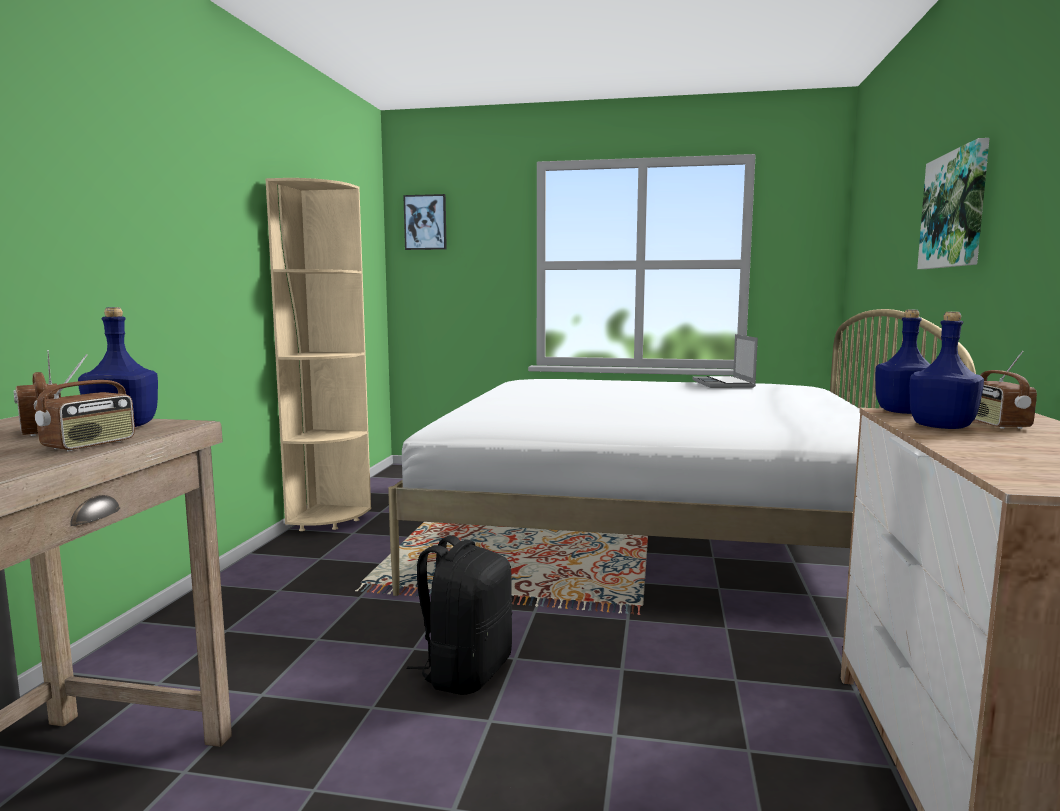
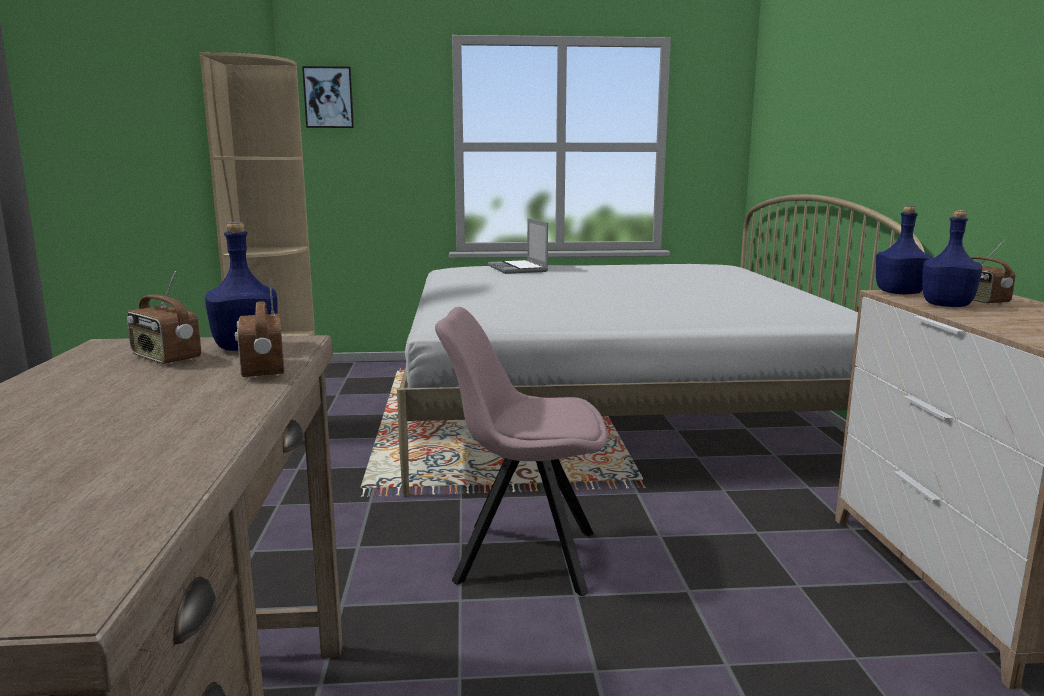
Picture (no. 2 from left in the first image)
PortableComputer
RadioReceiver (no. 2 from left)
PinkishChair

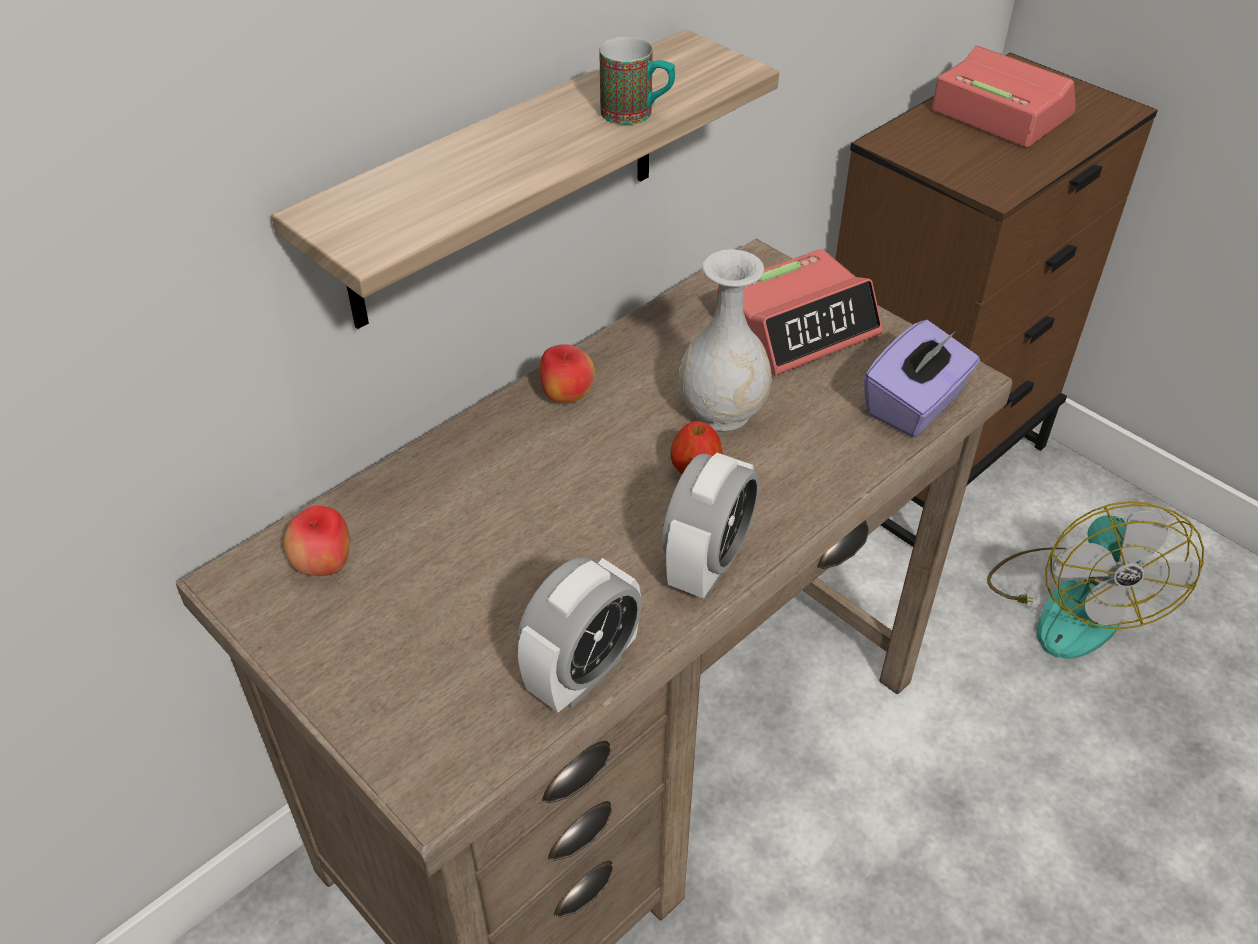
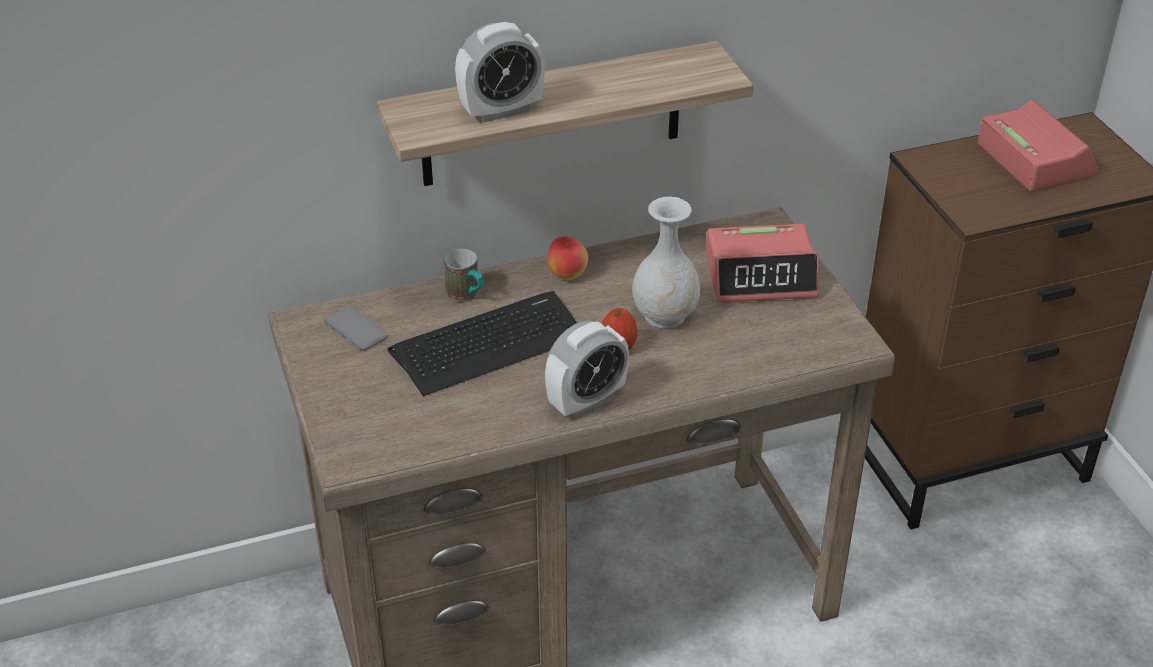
Mug
PurplishTissueHolder
Fan
Handset
AlarmClock (no. 1 from left)
ComputerKeyboard

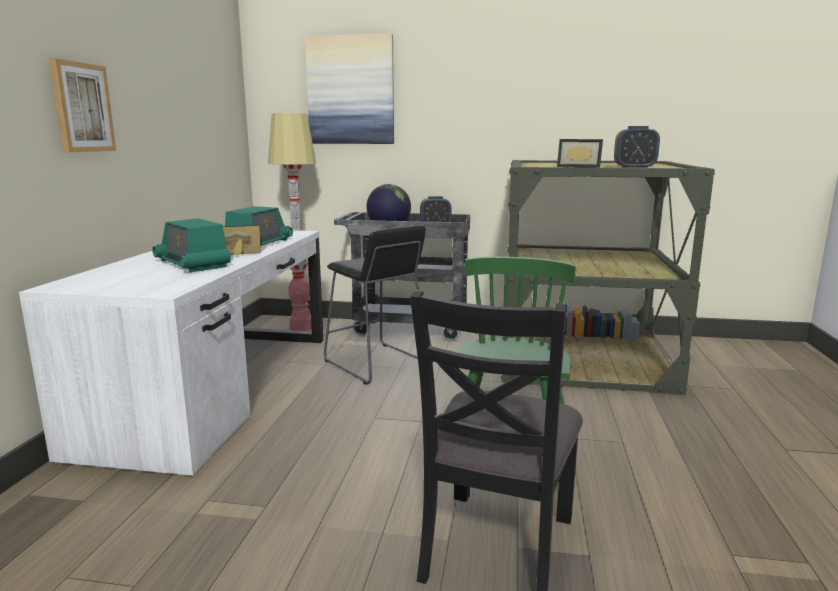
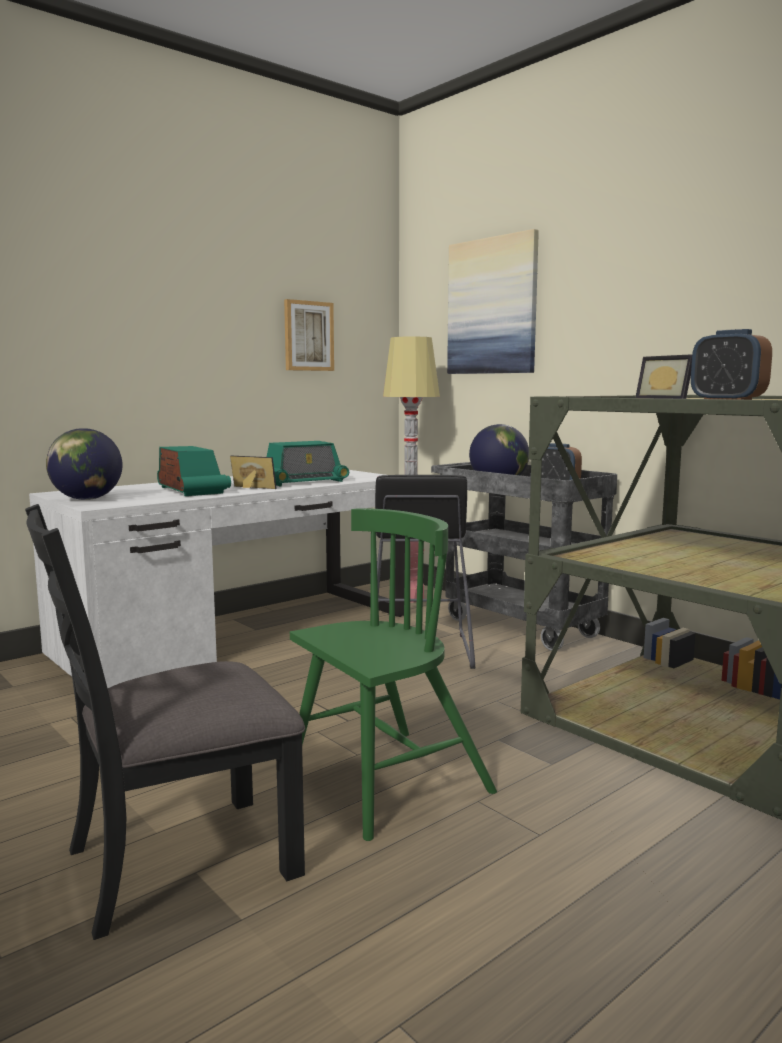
Picture (no. 1 from left)
RadioReceiver (no. 1 from left)
WorldGlobe (no. 1 from left)

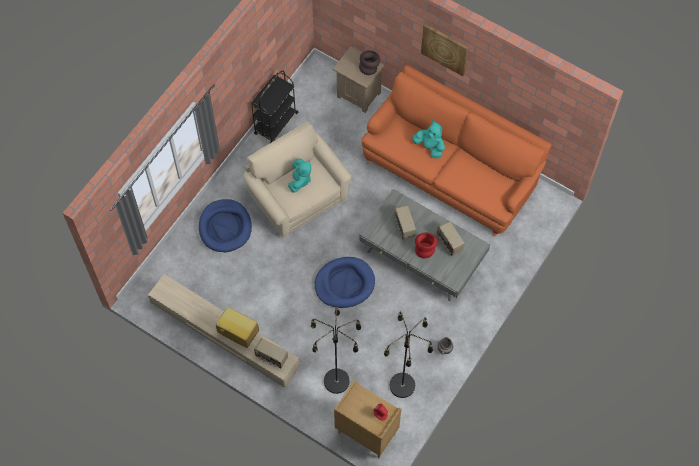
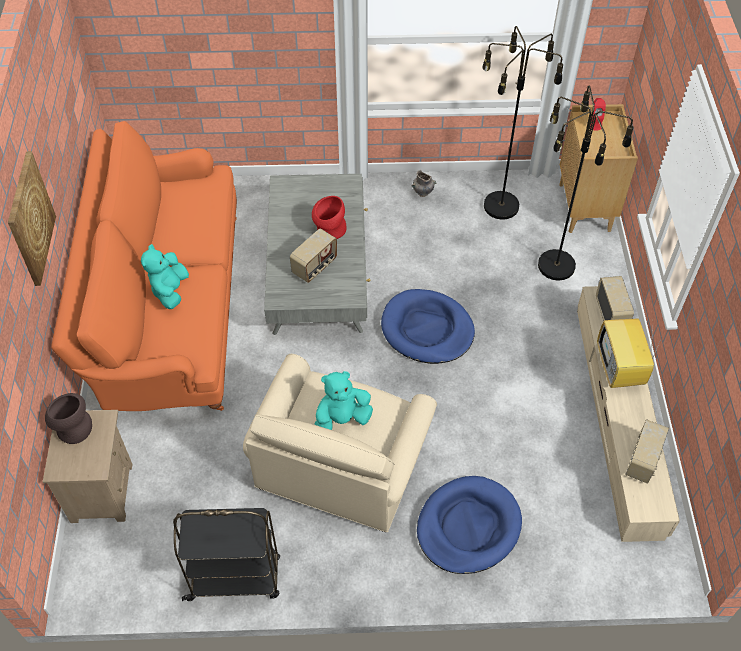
RadioReceiver (no. 3 from left)

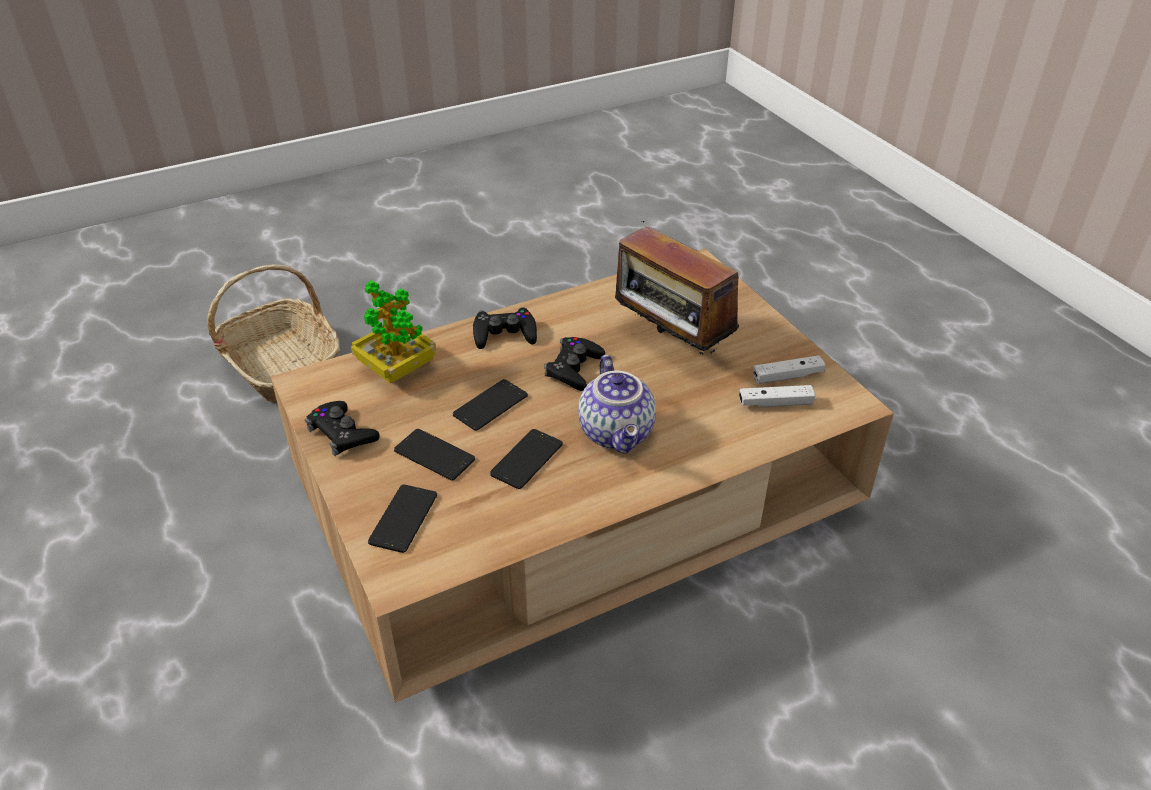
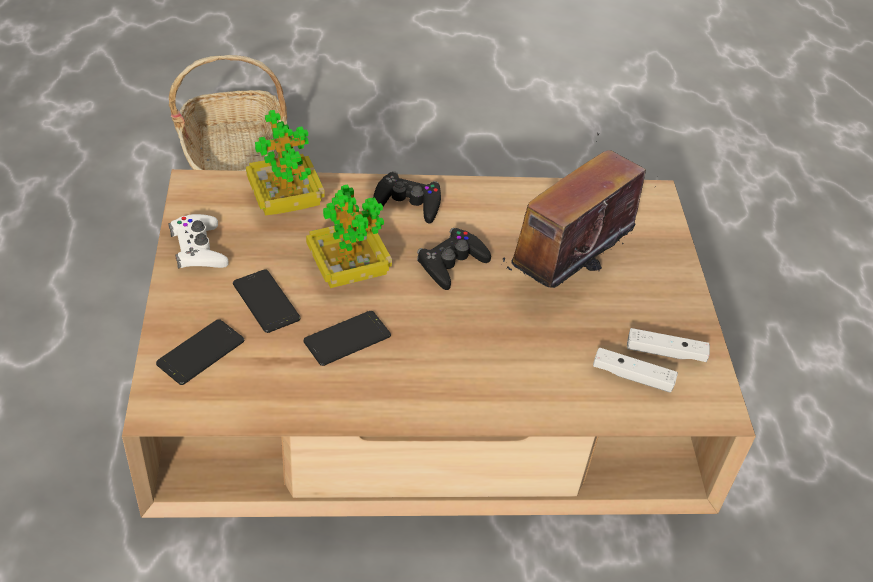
RadioReceiver
TeaPot
Houseplant (no. 2 from left)
WhitishGamepad (no. 1 from left)

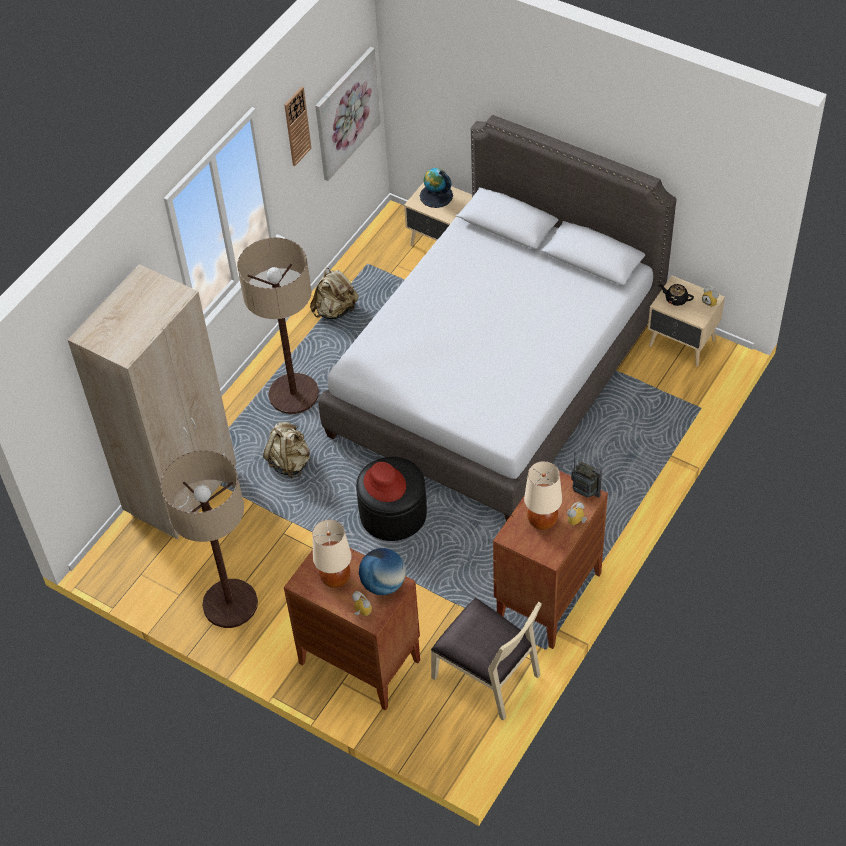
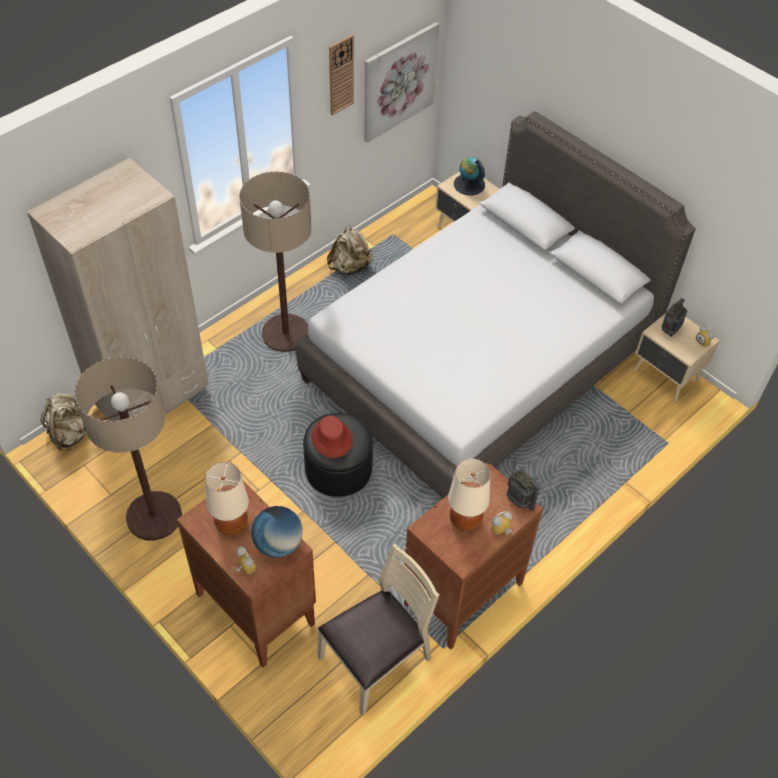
RadioReceiver (no. 2 from left)
SandColouredKnapsack (no. 1 from left)
SandColouredChair

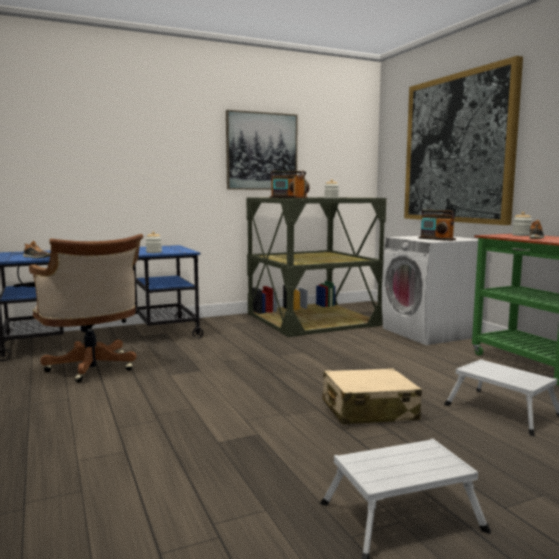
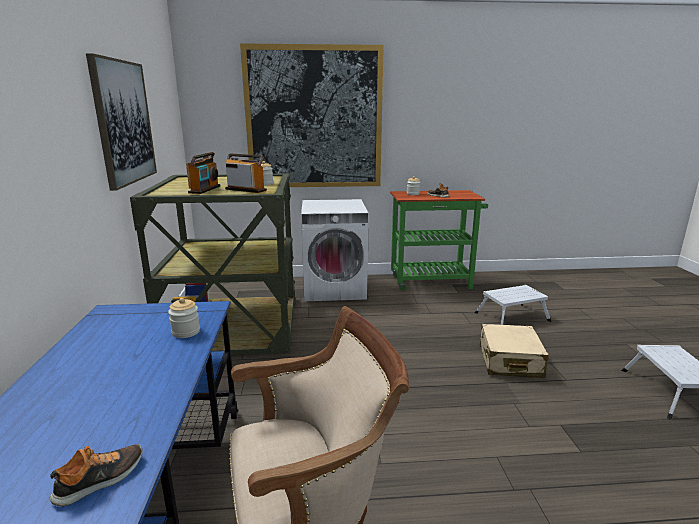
RadioReceiver (no. 3 from left in the first image)

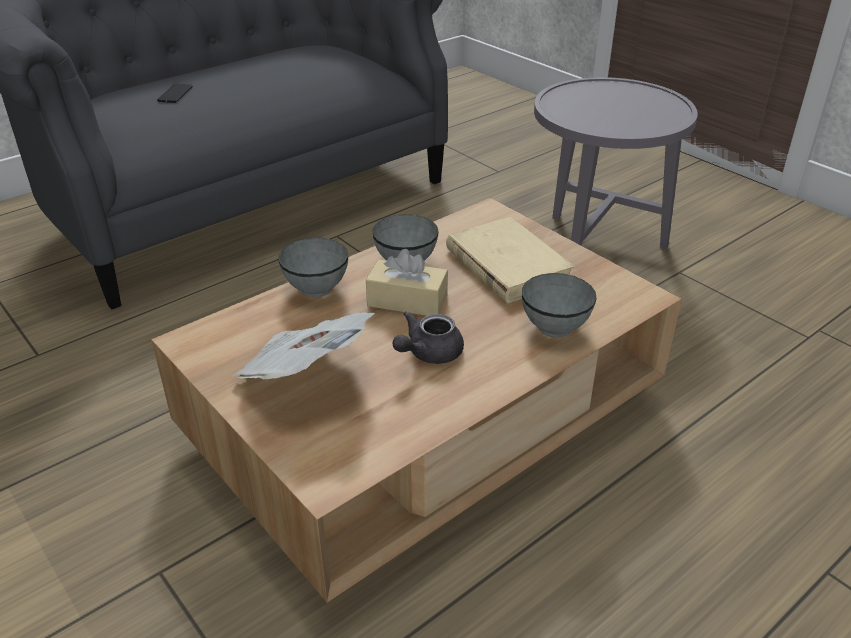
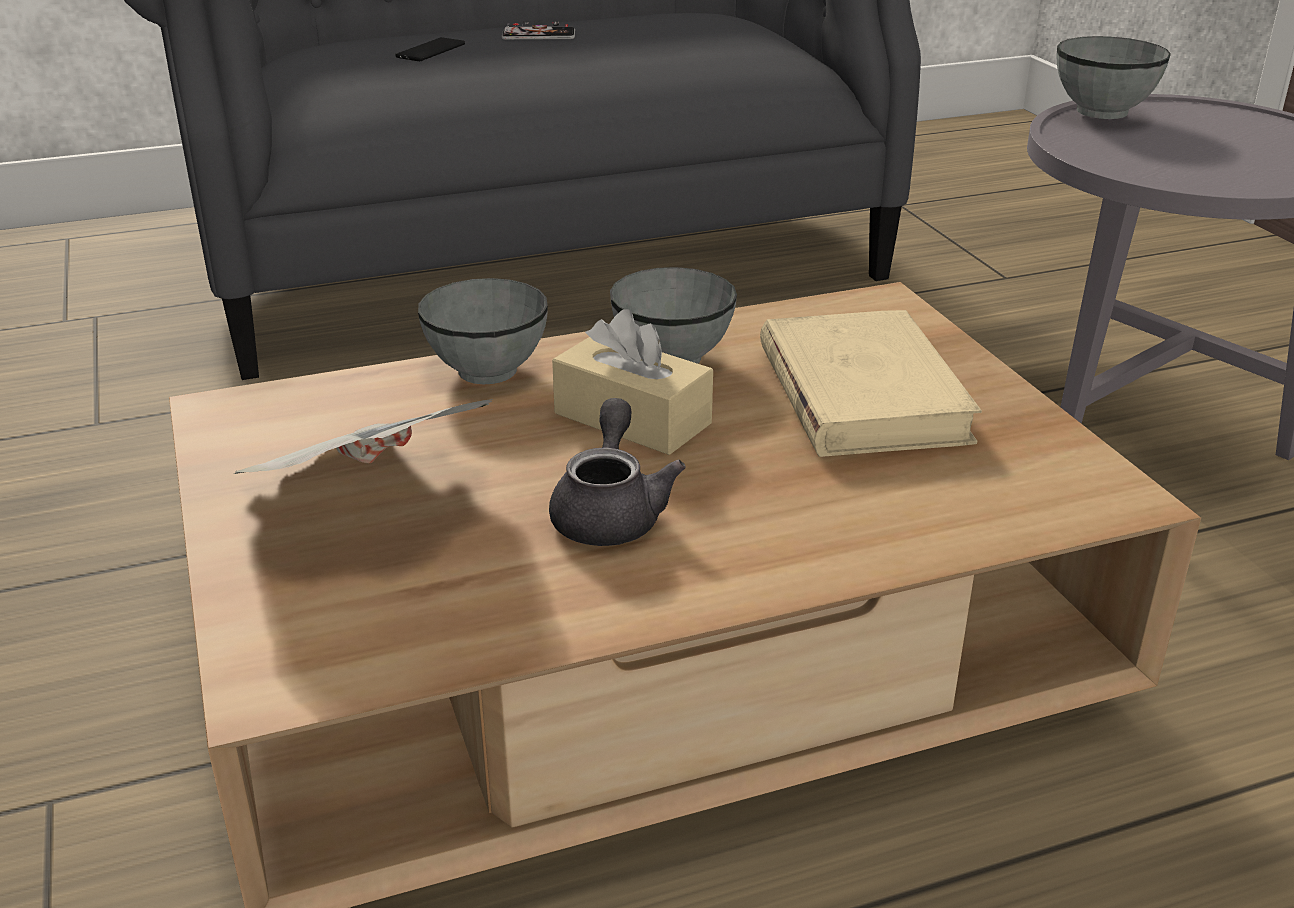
GrayDeepDish (no. 3 from left)
GrayTeaPot
Handset (no. 2 from left)

